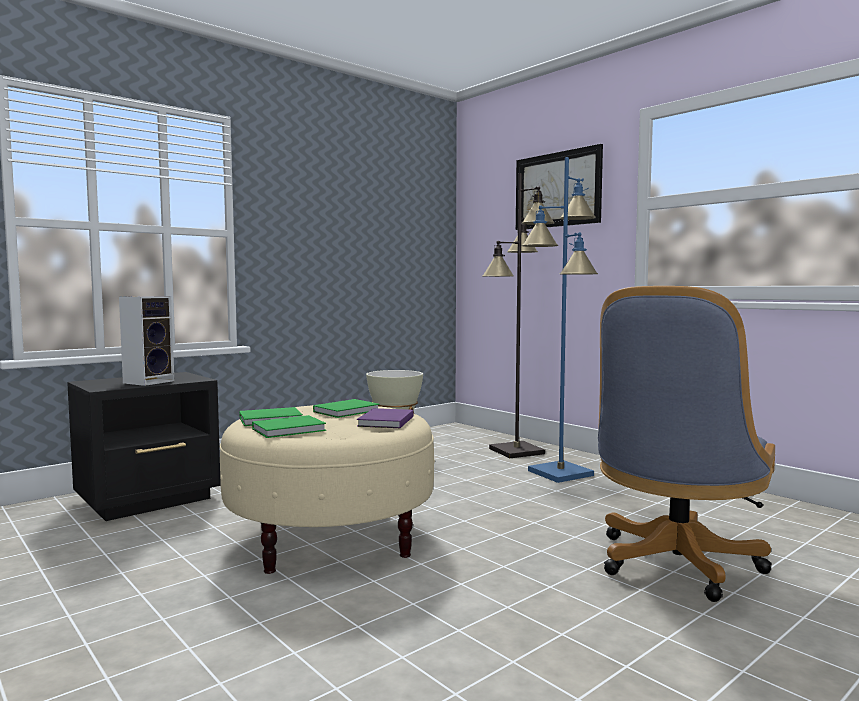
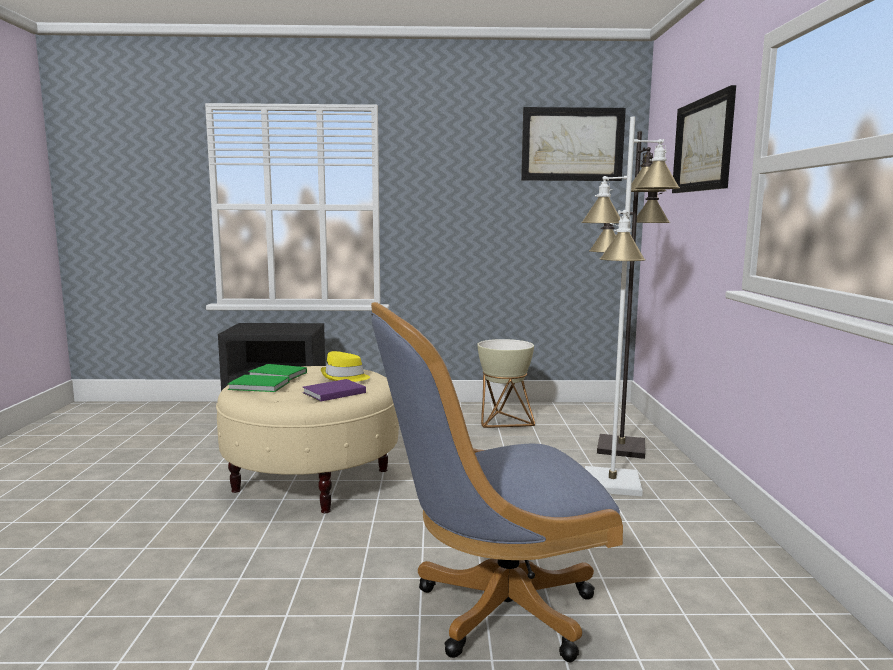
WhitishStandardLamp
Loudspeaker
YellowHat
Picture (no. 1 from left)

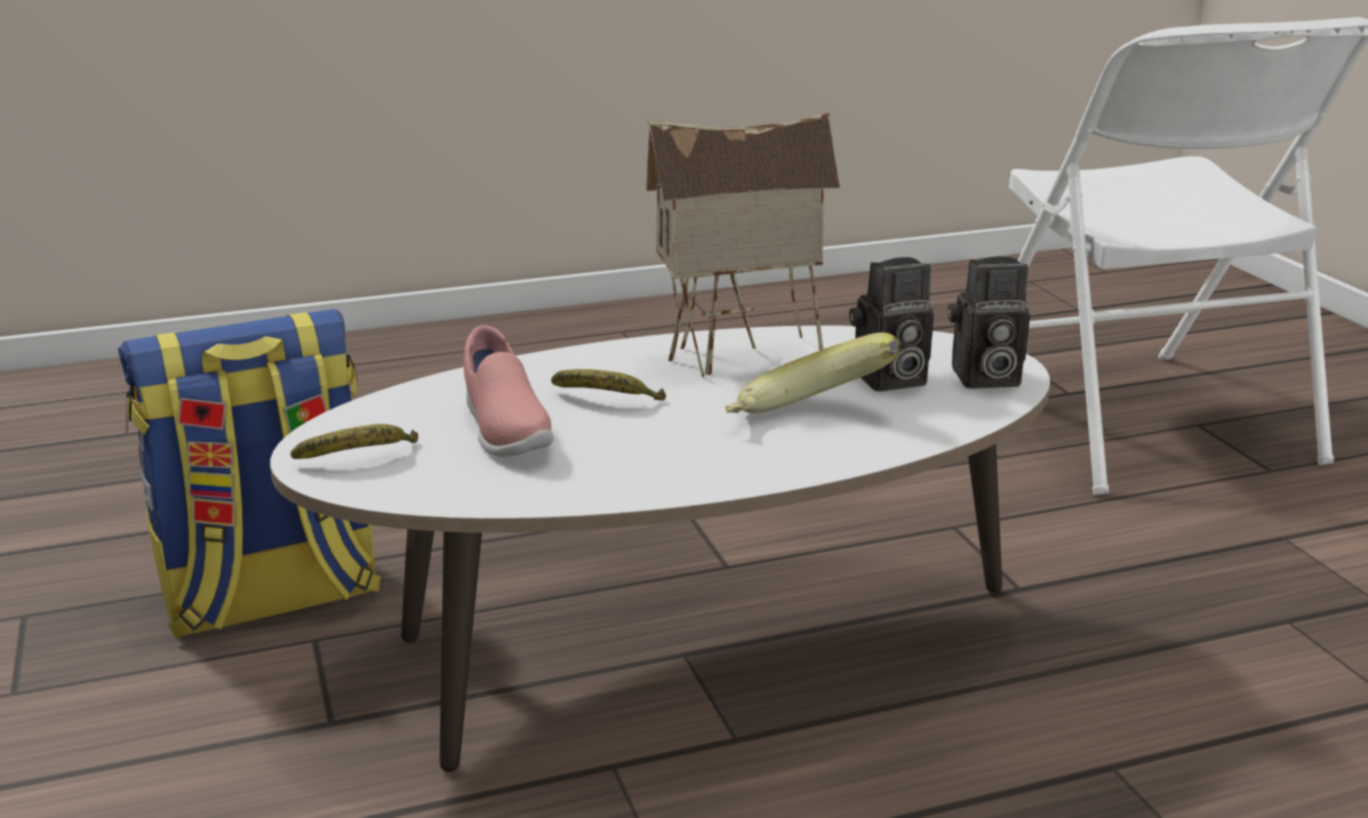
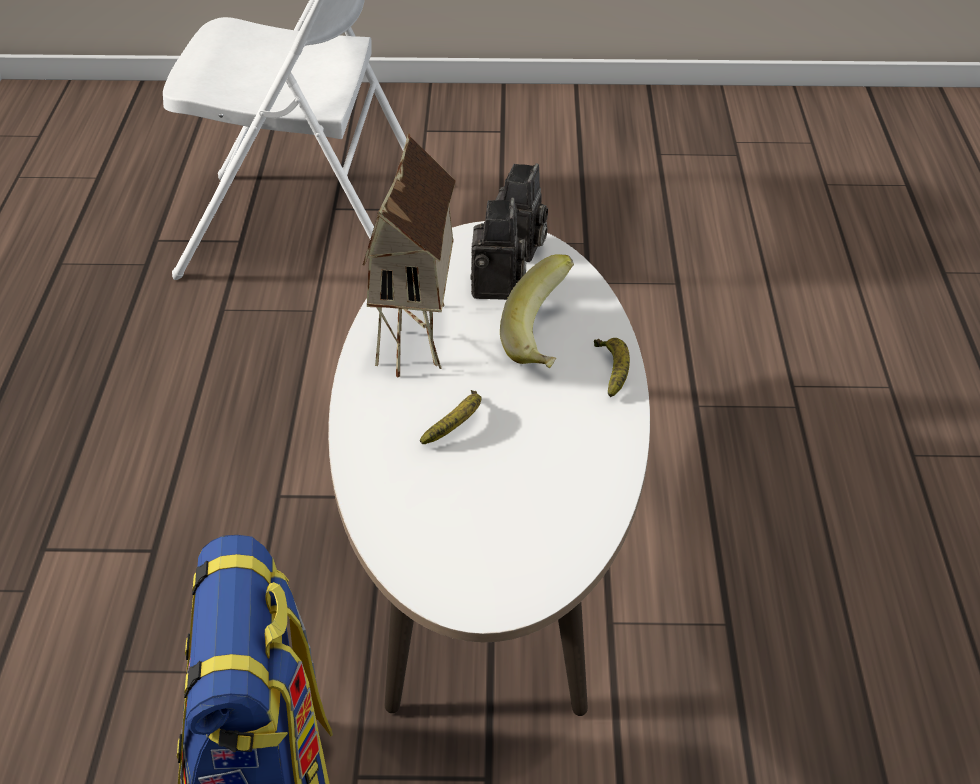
PinkishItemOfFootwear
WholeBanana (no. 3 from left)

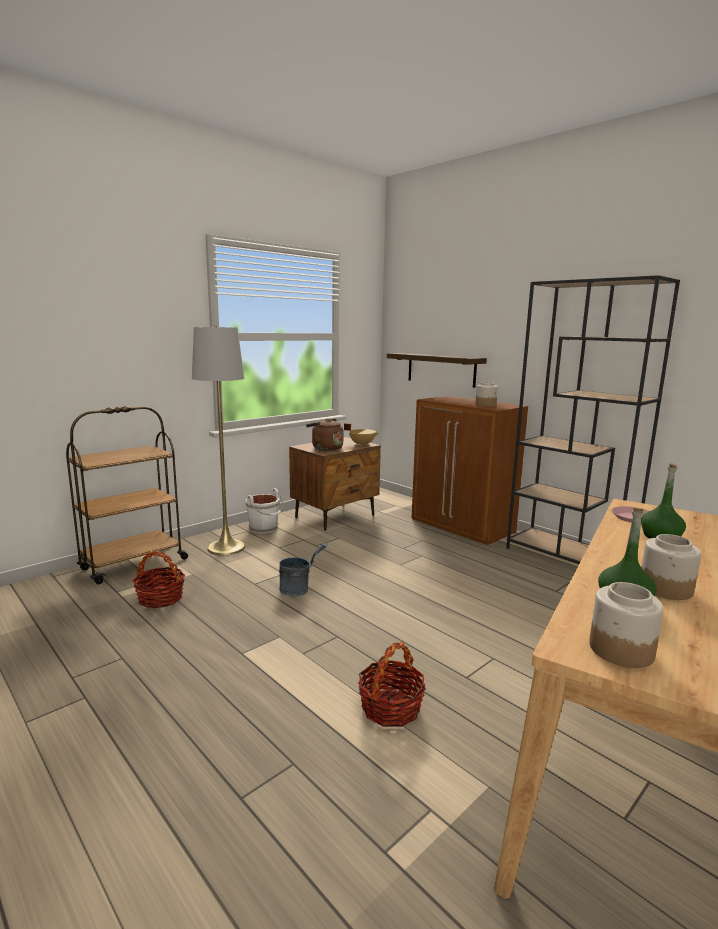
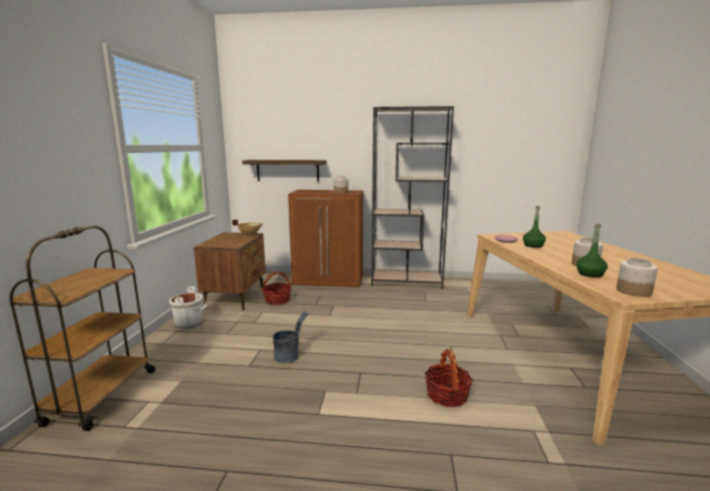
GrayStandardLamp
BrownColouredWaterKettle
Basket (no. 1 from left)

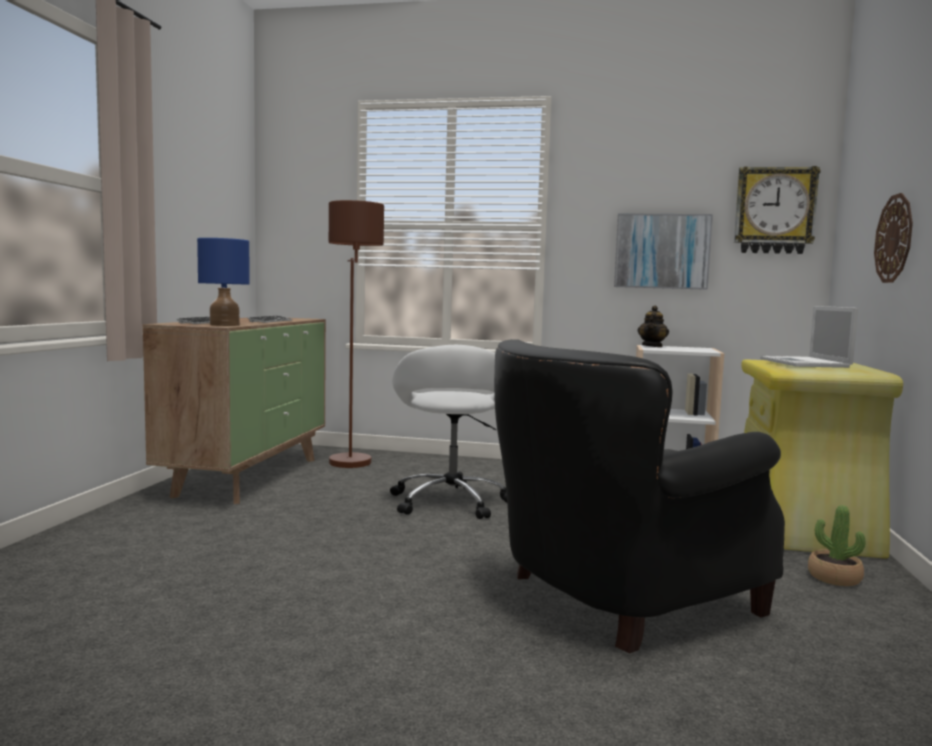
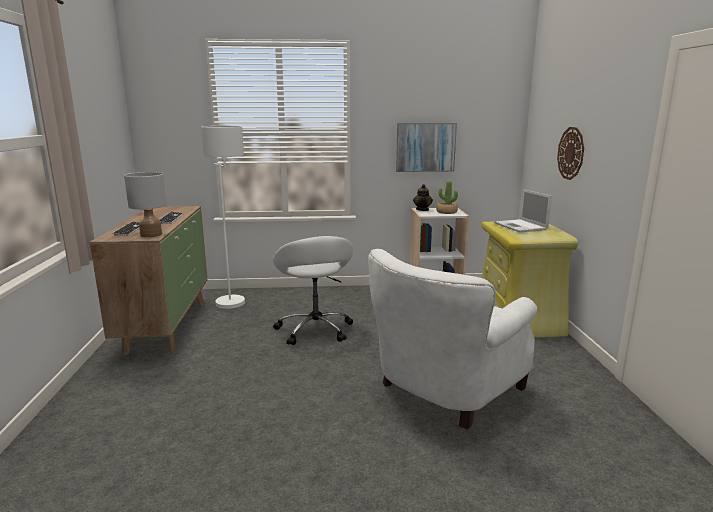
ClockOnTheWall (no. 1 from left in the first image)
WhitishStandardLamp
GrayTabletopLamp
WhitishEasyChair
Houseplant

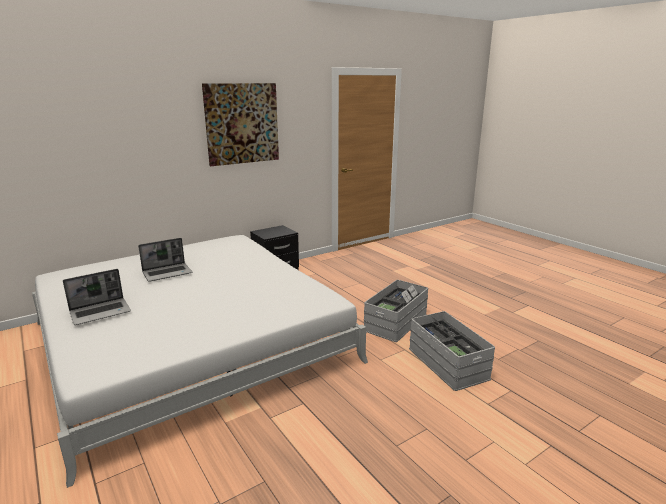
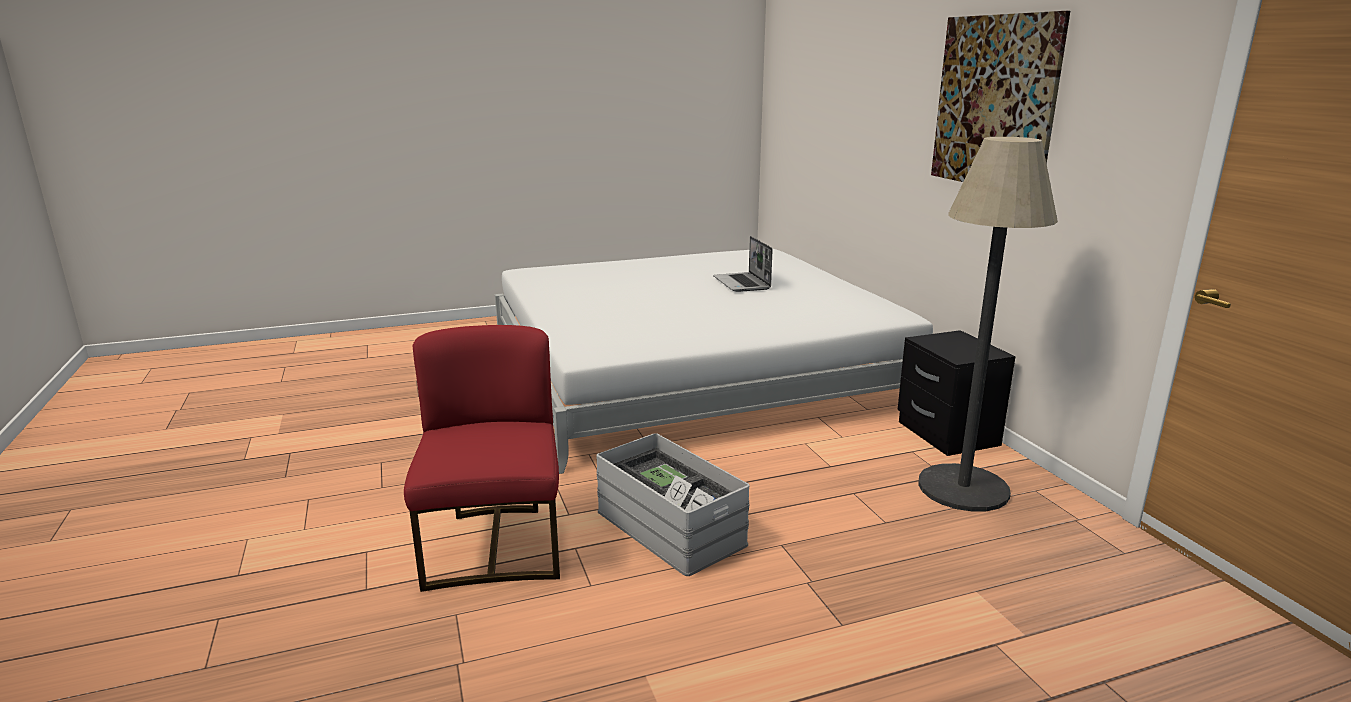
PortableComputer (no. 1 from left in the first image)
RedColouredChair
StandardLamp

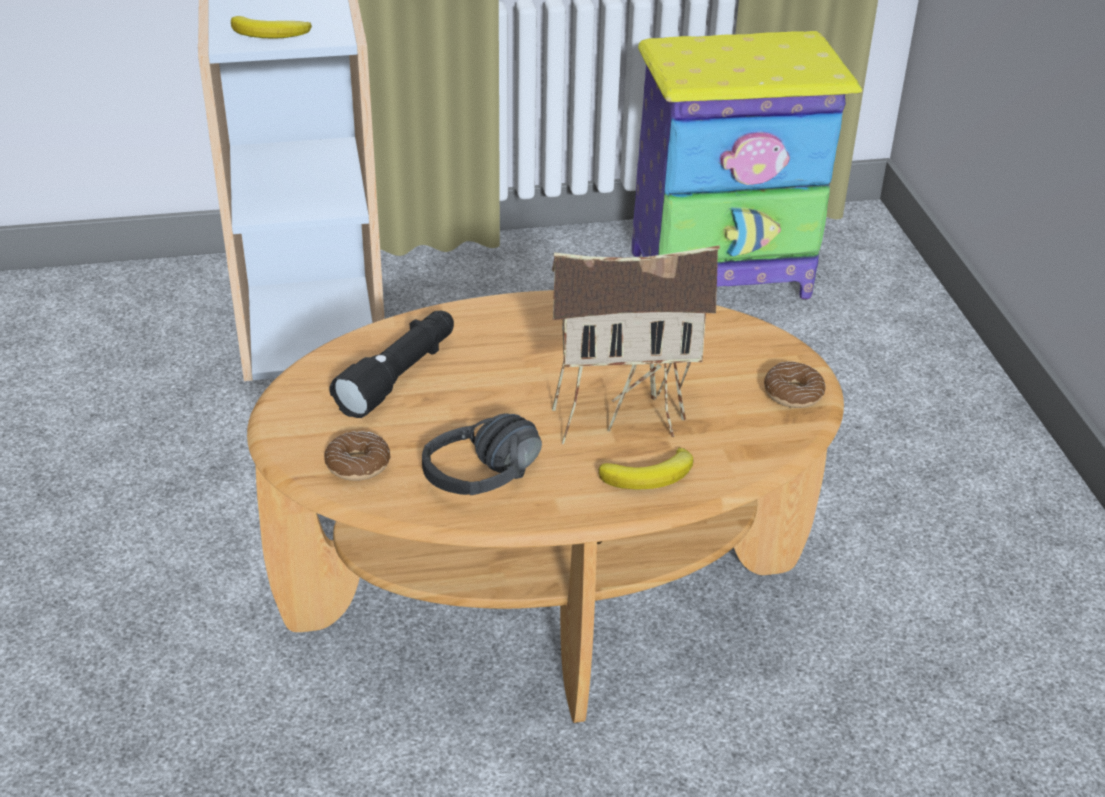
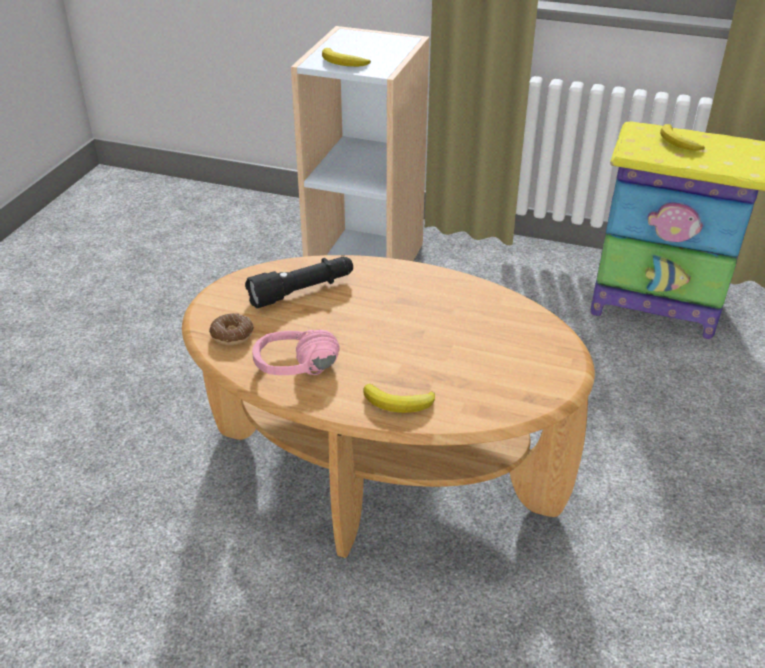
ToyHouse
Doughnut (no. 2 from left in the first image)
PinkishPairOfHeadphones
WholeBanana (no. 3 from left)

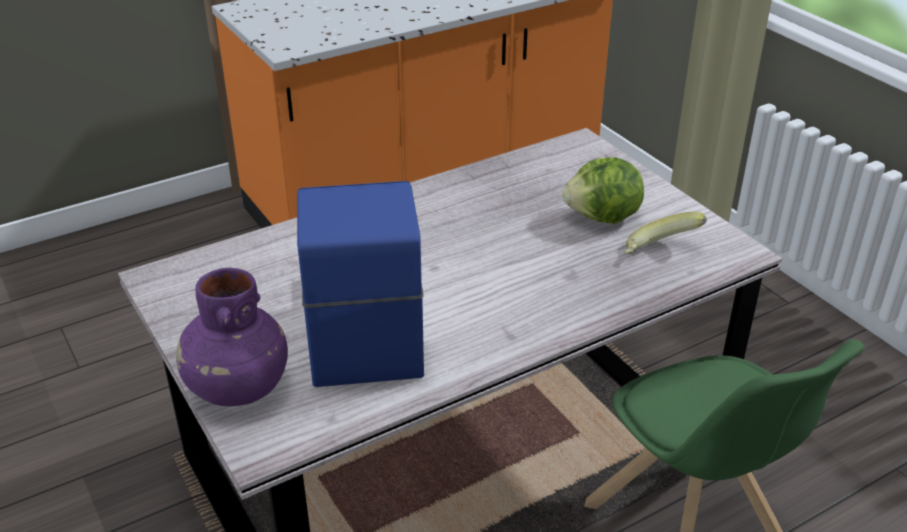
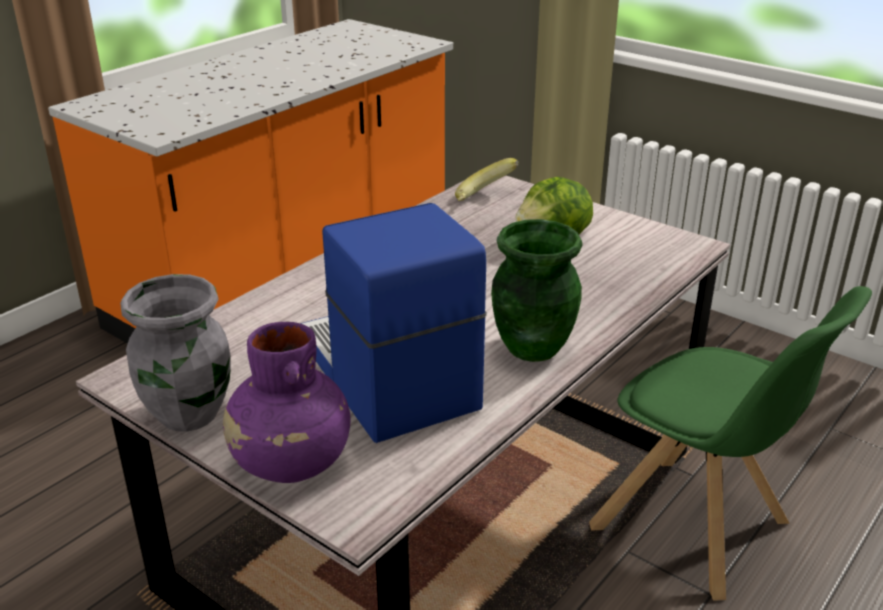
WholeBanana
GreenColouredVase
GrayVase

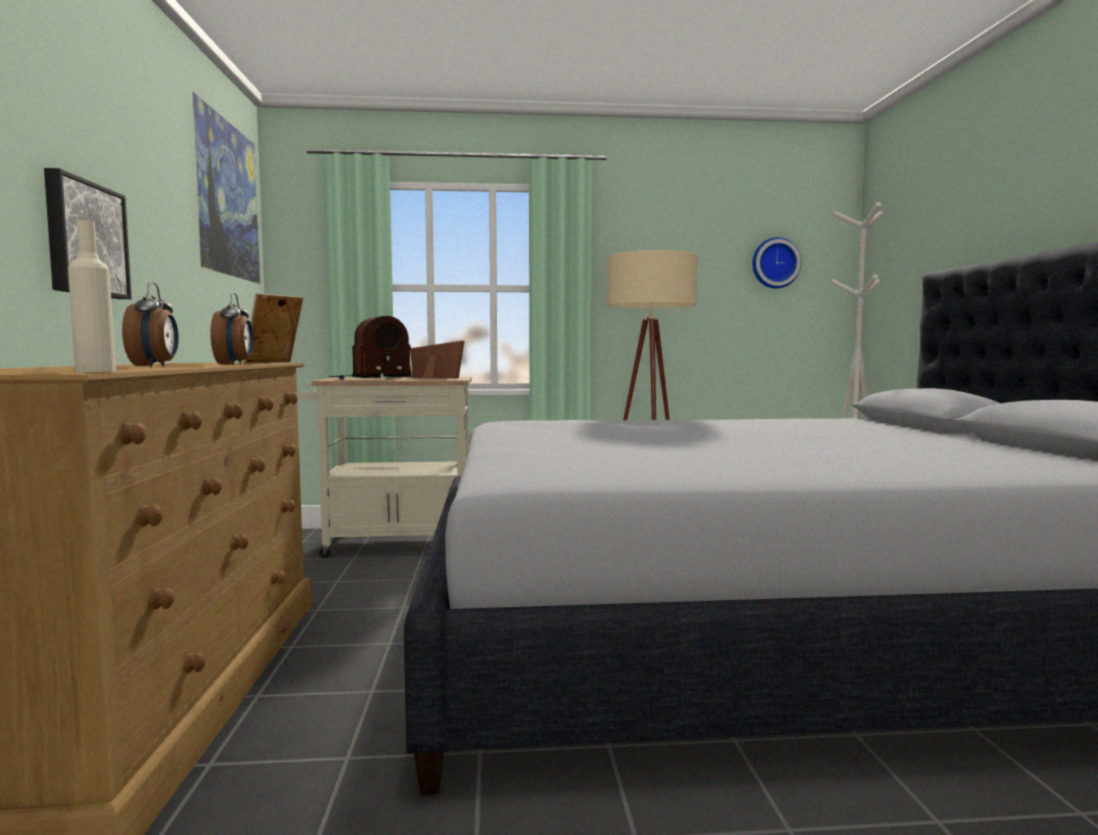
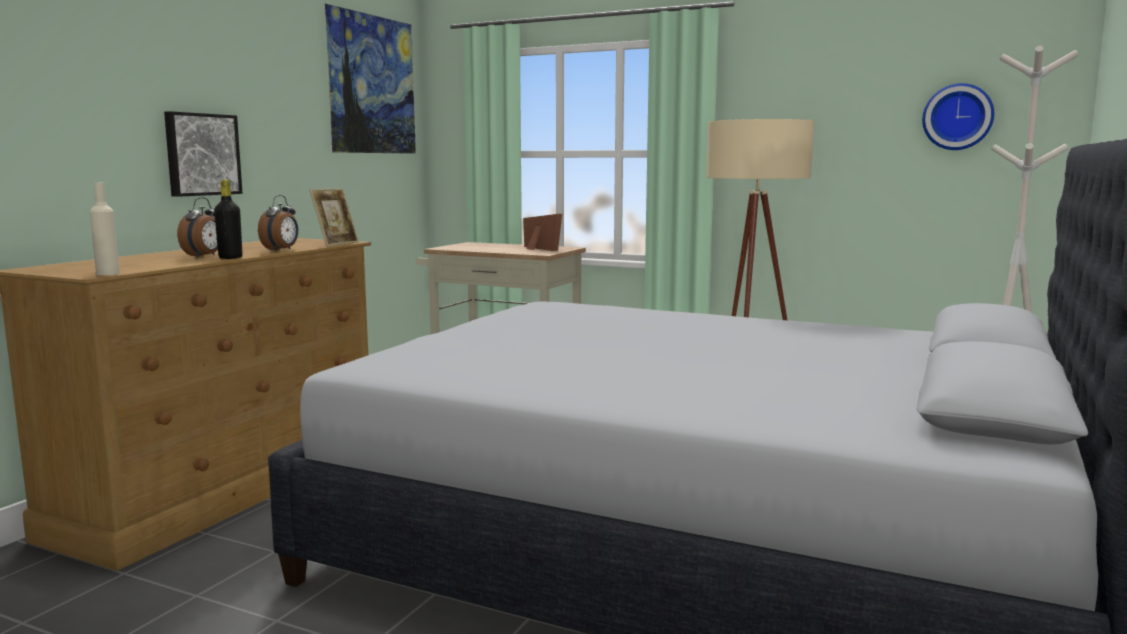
PhotoFrame (no. 1 from left)
RadioReceiver
BlackDrinkBottle

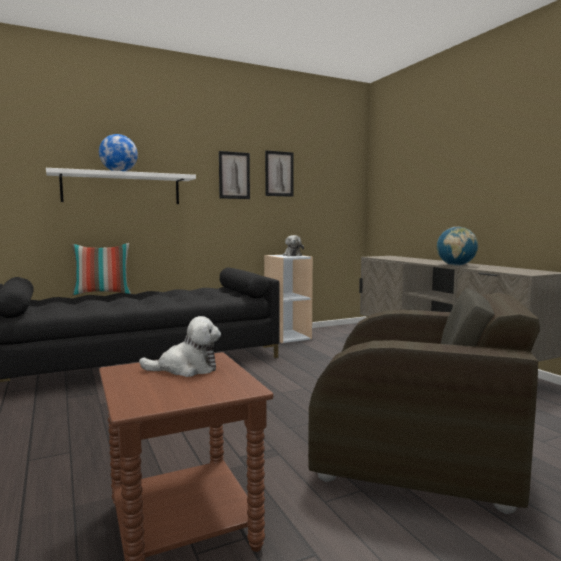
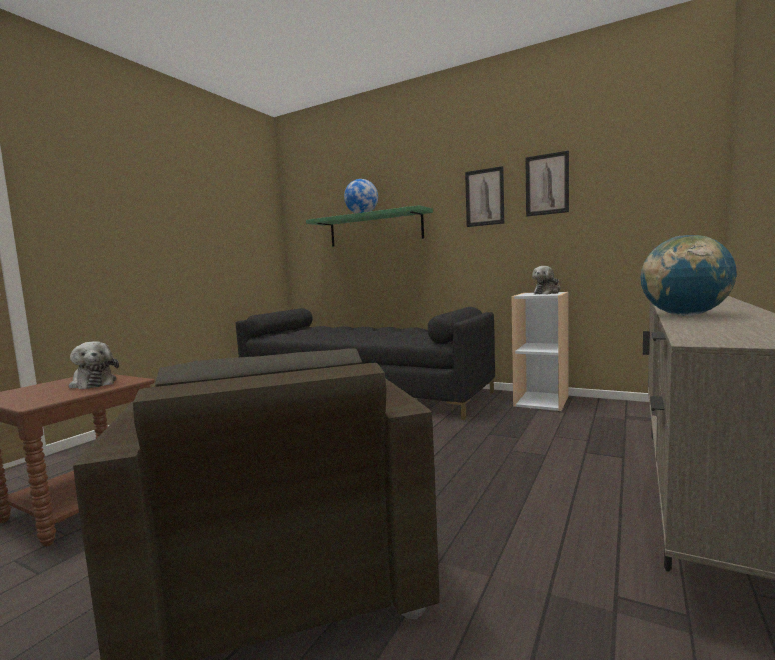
GreenColouredBracketShelf
Cushion

